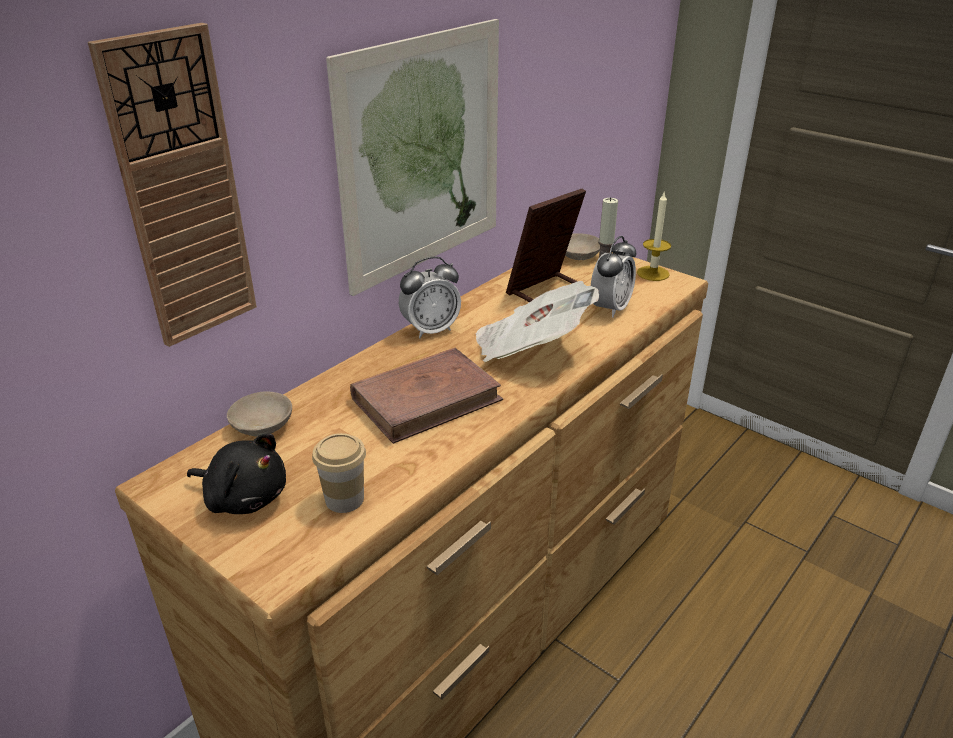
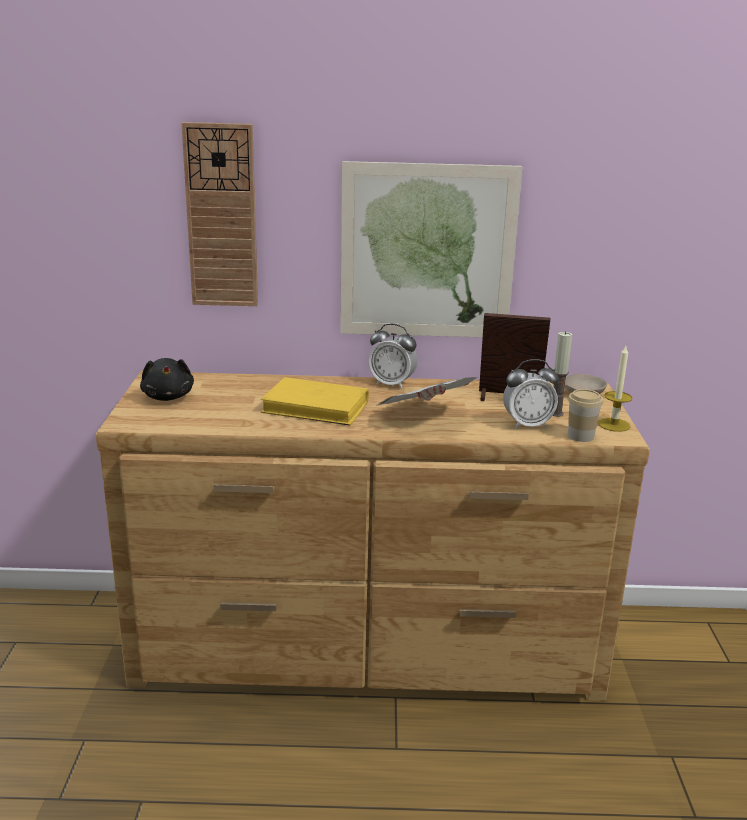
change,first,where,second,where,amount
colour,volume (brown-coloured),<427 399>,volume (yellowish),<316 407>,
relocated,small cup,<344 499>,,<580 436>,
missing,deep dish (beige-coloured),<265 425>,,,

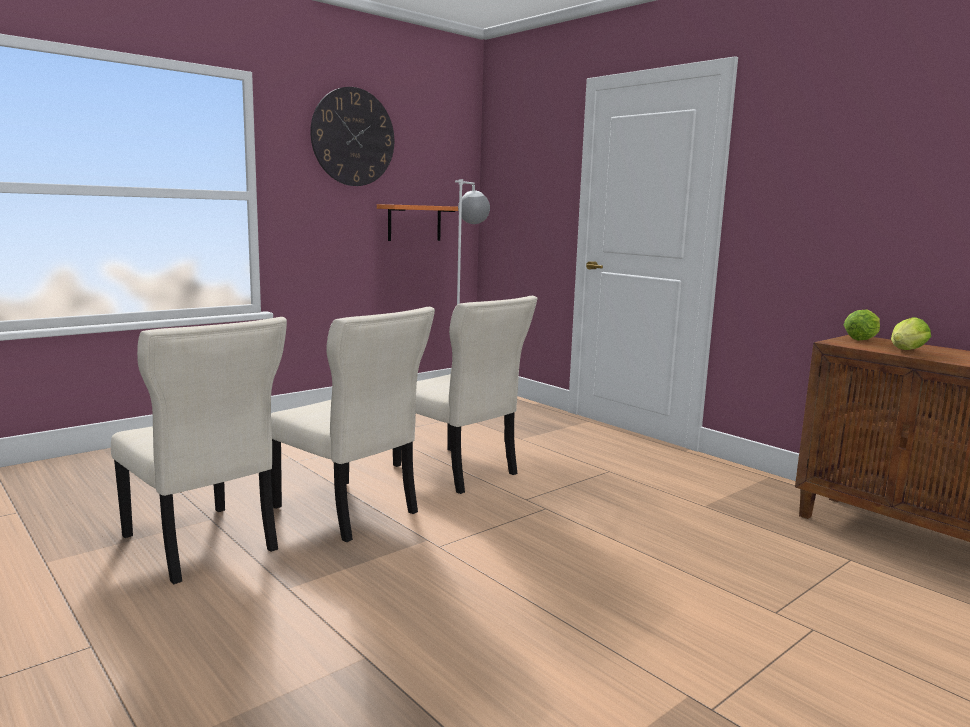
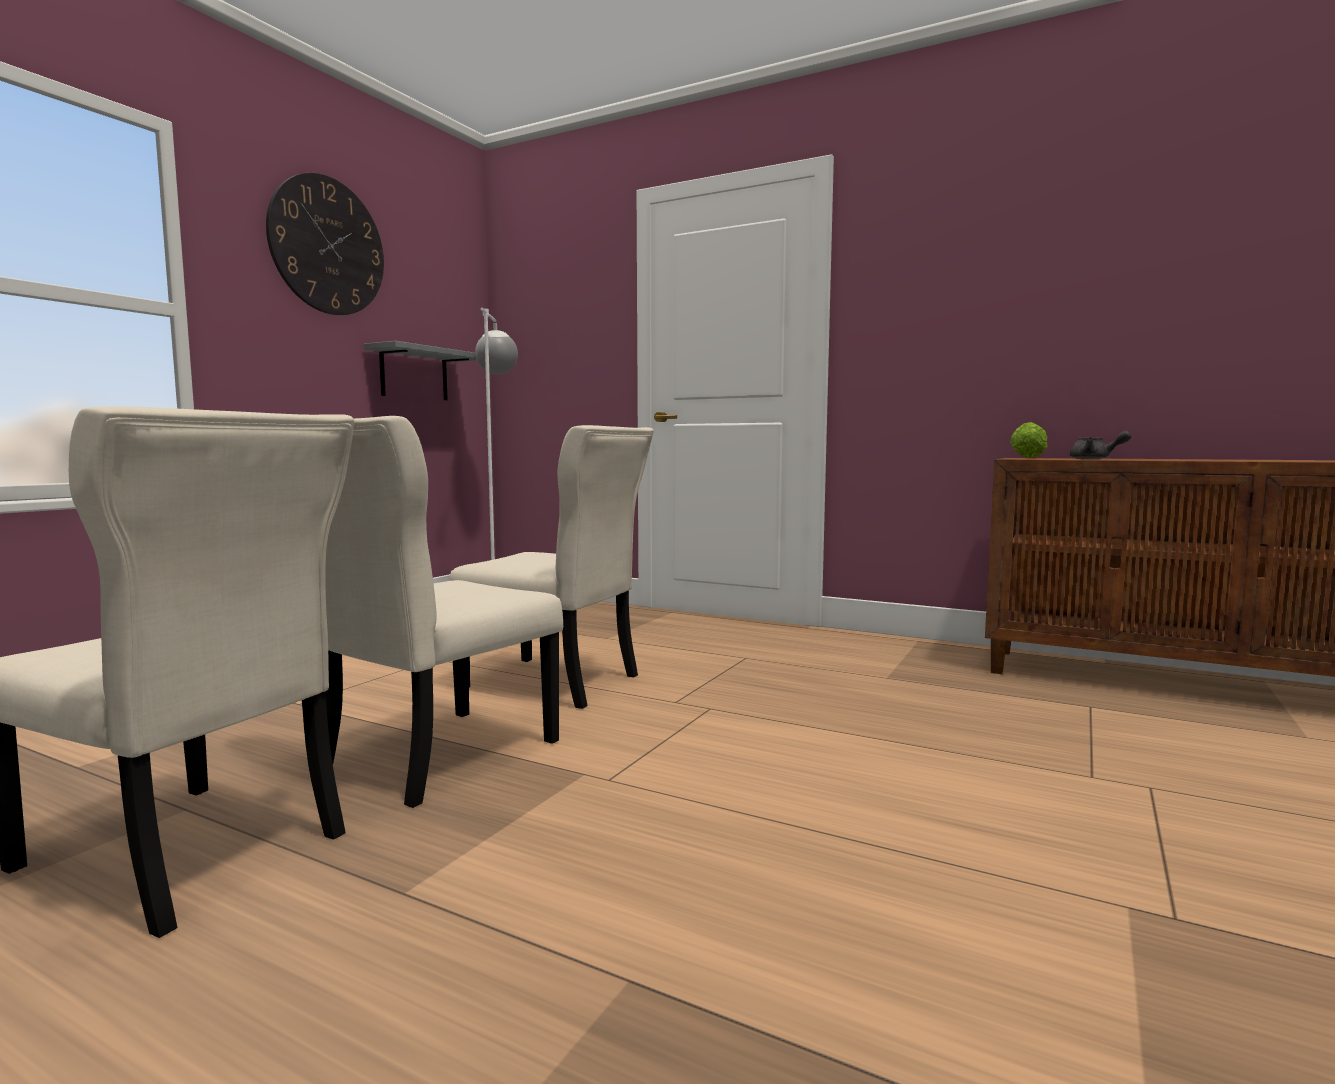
change,first,where,second,where,amount
spun,upright chair (beige-coloured),<348 512>,,<432 757>,105 degrees clockwise
colour,shelf (orange-coloured),<414 223>,shelf (grey),<414 374>,
exchanged,head of lettuce,<905 351>,pot for tea (grey),<1095 459>,

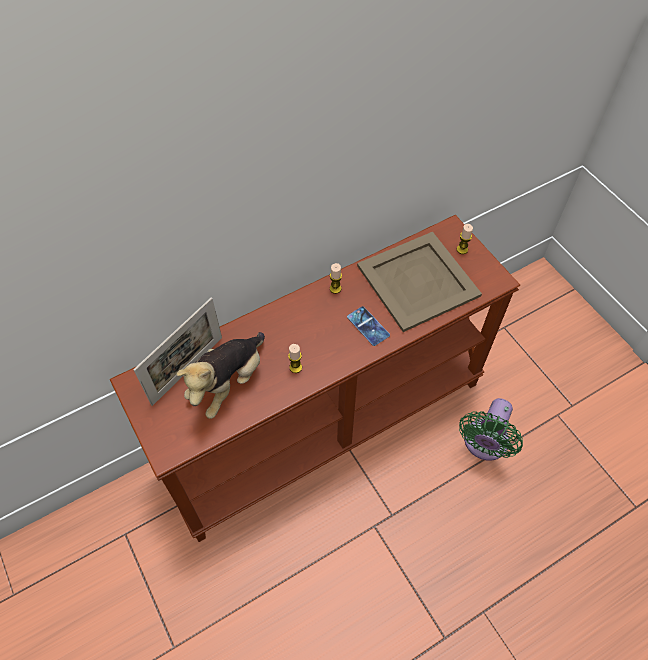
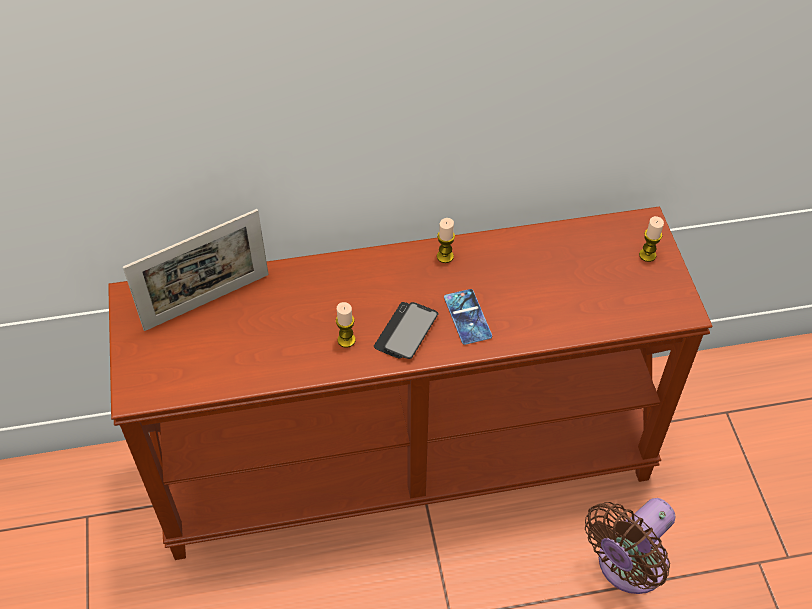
change,first,where,second,where,amount
appeared,,,phone,<406 331>,
colour,cooling fan (greenish),<484 444>,cooling fan (brown-coloured),<627 566>,
missing,soft toy,<228 383>,,,
missing,tray (beige-coloured),<418 280>,,,

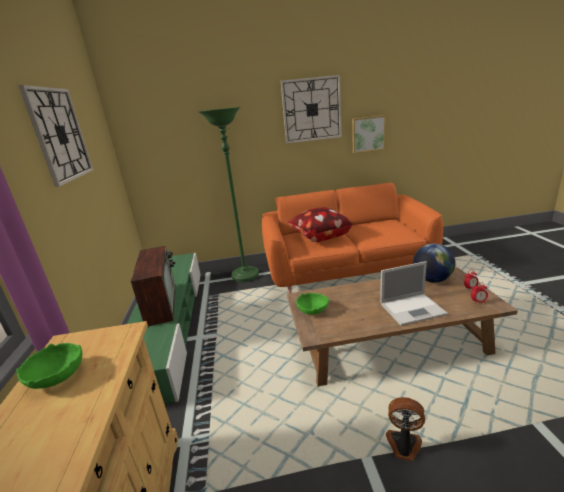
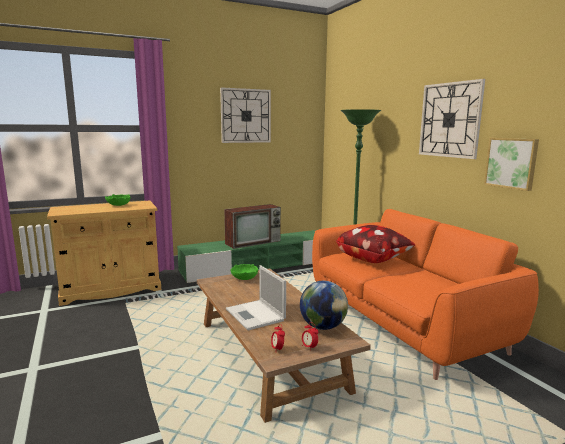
change,first,where,second,where,amount
missing,cooling fan,<403 446>,,,

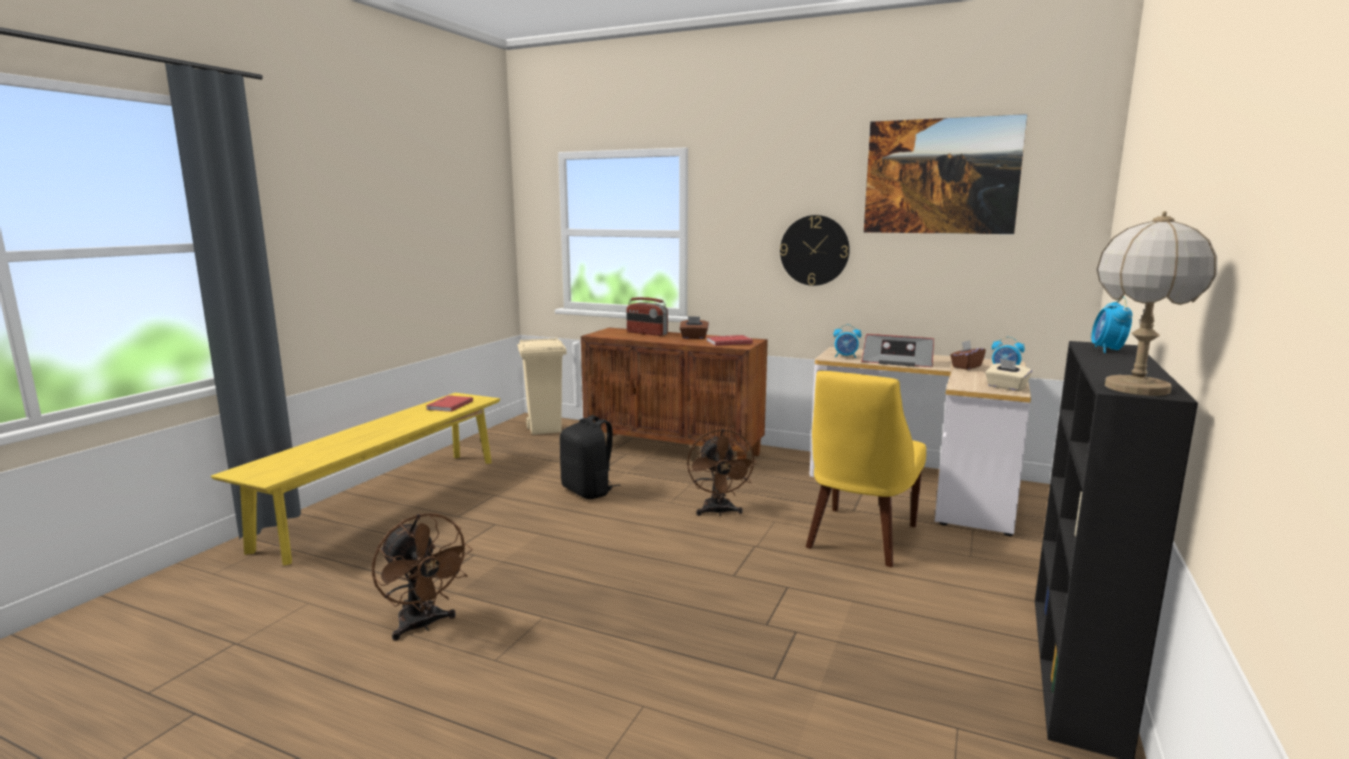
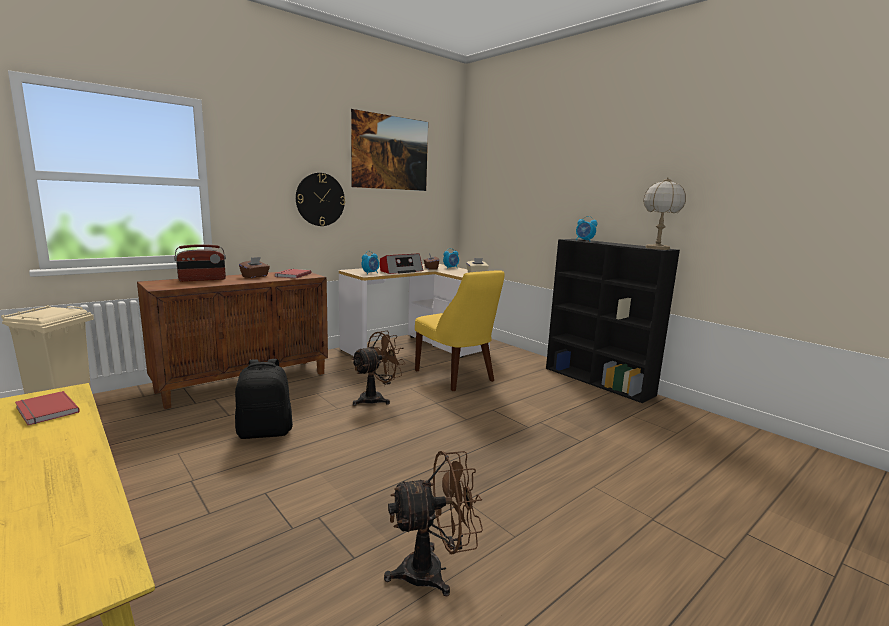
change,first,where,second,where,amount
spun,cooling fan (brown-coloured),<718 512>,,<376 398>,60 degrees counterclockwise

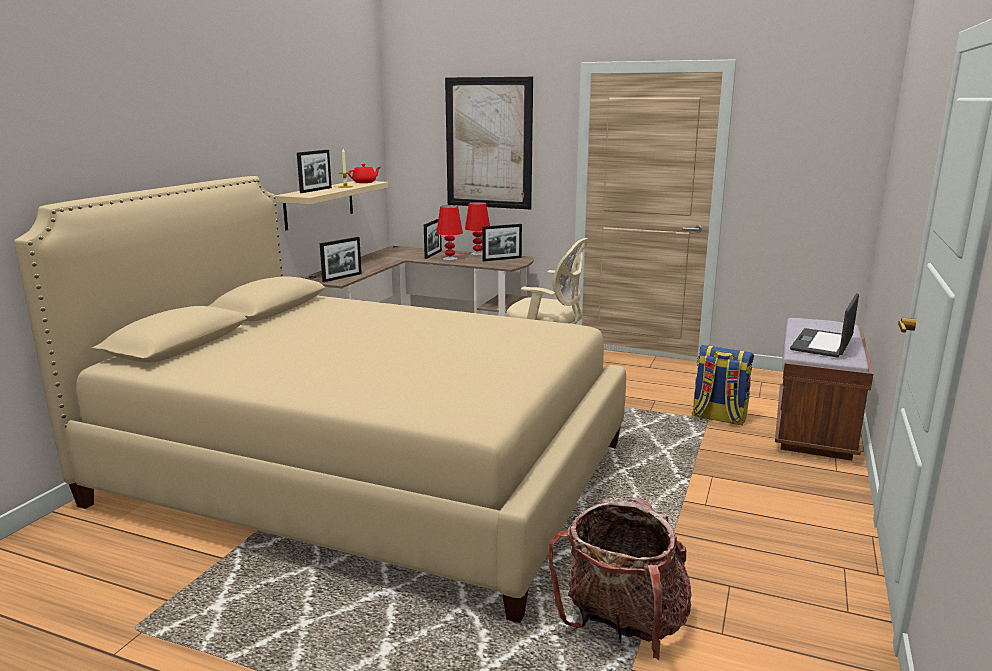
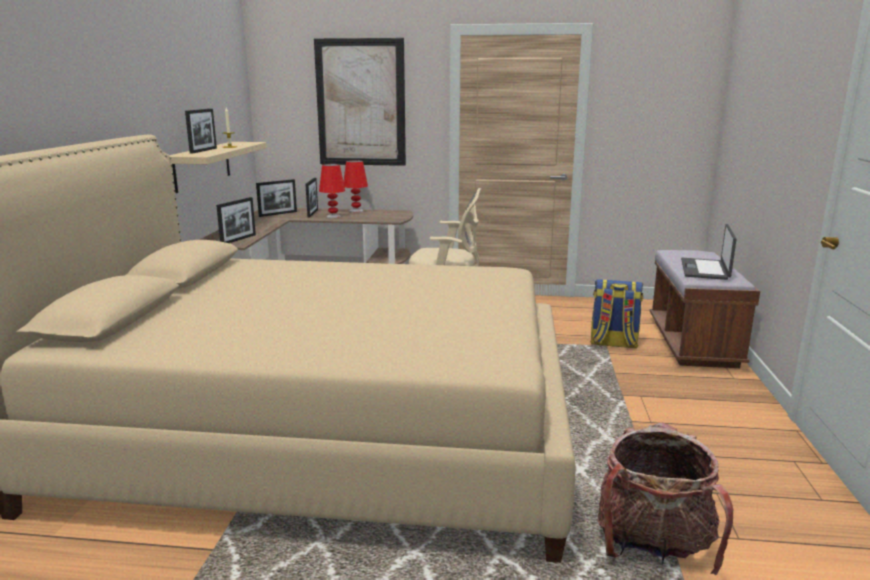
change,first,where,second,where,amount
relocated,photo frame,<502 259>,,<278 214>,
missing,pot for tea (reddish),<365 182>,,,

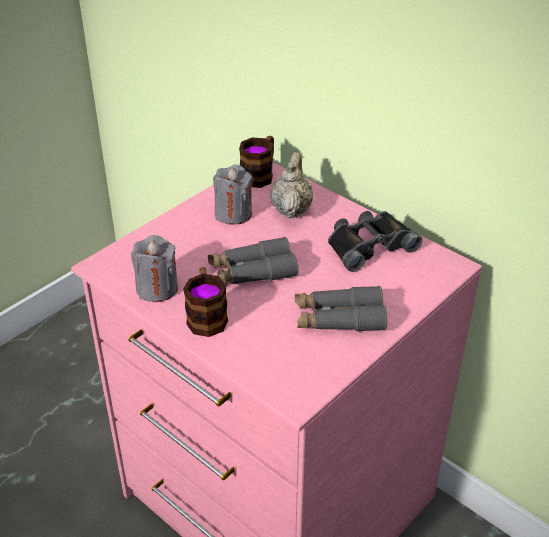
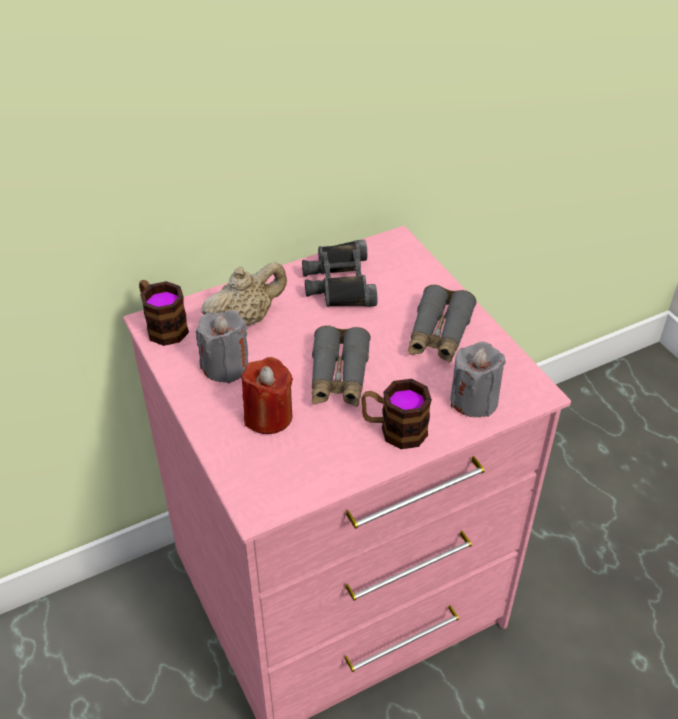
change,first,where,second,where,amount
spun,pot for tea (beige-coloured),<291 209>,,<246 319>,120 degrees clockwise
appeared,,,wax candle (reddish),<268 416>,
relocated,wax candle (grey),<157 288>,,<474 400>,

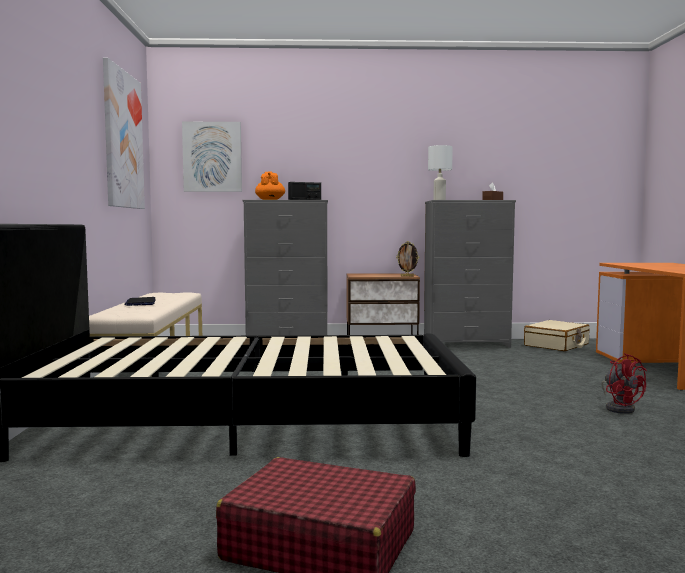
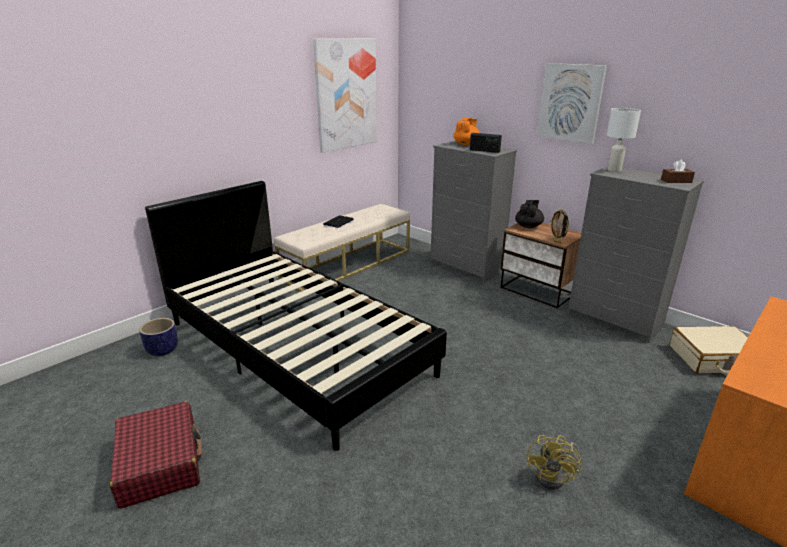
change,first,where,second,where,amount
appeared,,,flower pot,<163 350>,
appeared,,,pot for tea (black-coloured),<528 226>,
colour,cooling fan (reddish),<620 408>,cooling fan (yellowish),<555 477>,
relocated,wall picture,<212 157>,,<570 102>,

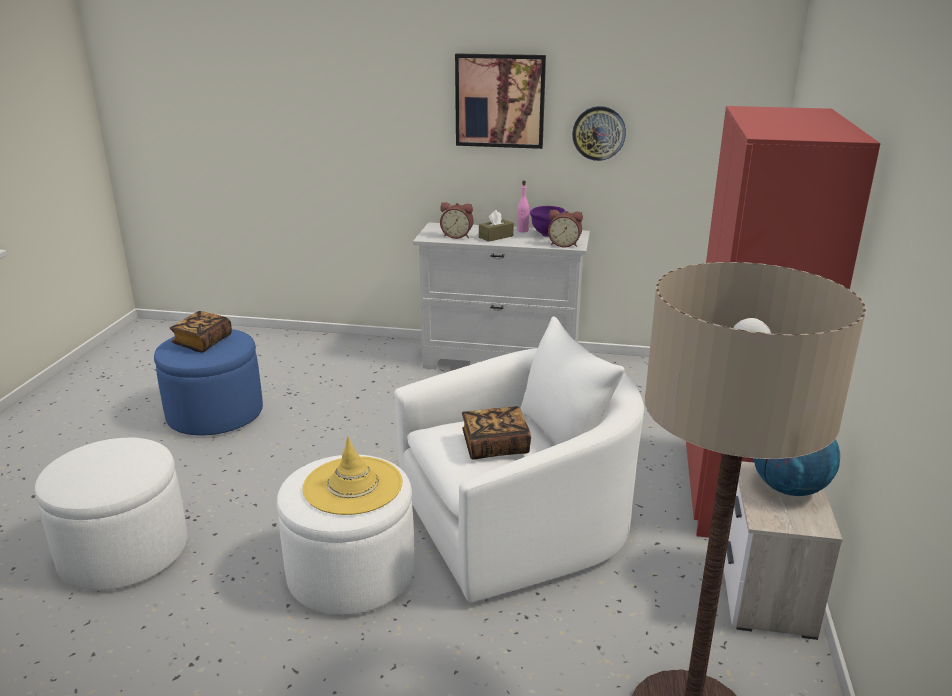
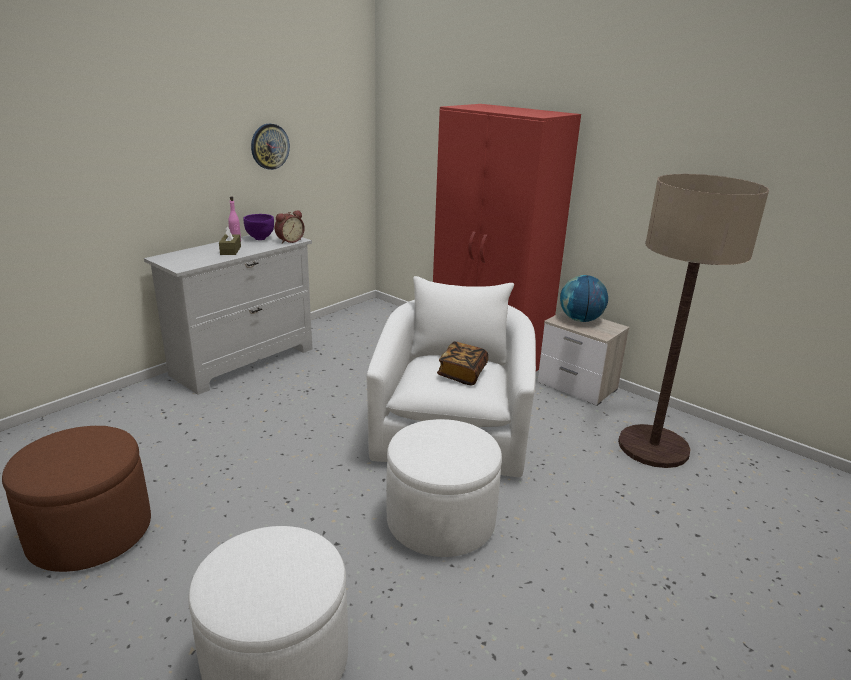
change,first,where,second,where,amount
colour,pouffe (bluish),<215 414>,pouffe (brown-coloured),<90 532>,
missing,volume,<203 342>,,,
missing,wearable hat (yellowish),<353 486>,,,
missing,bedside clock,<457 236>,,,
missing,wall picture,<500 101>,,,

